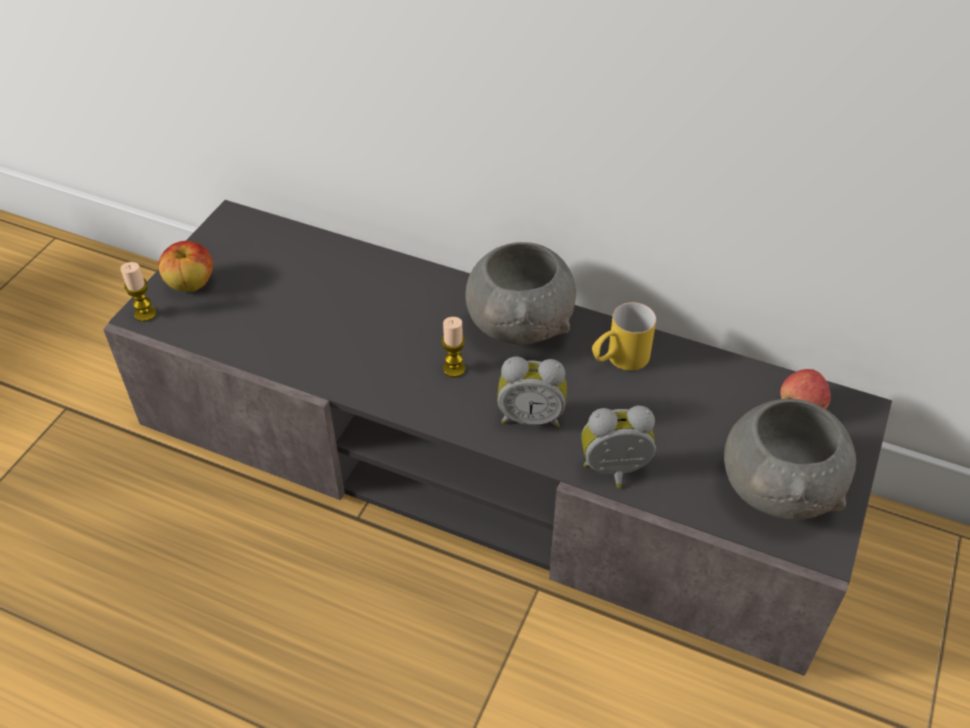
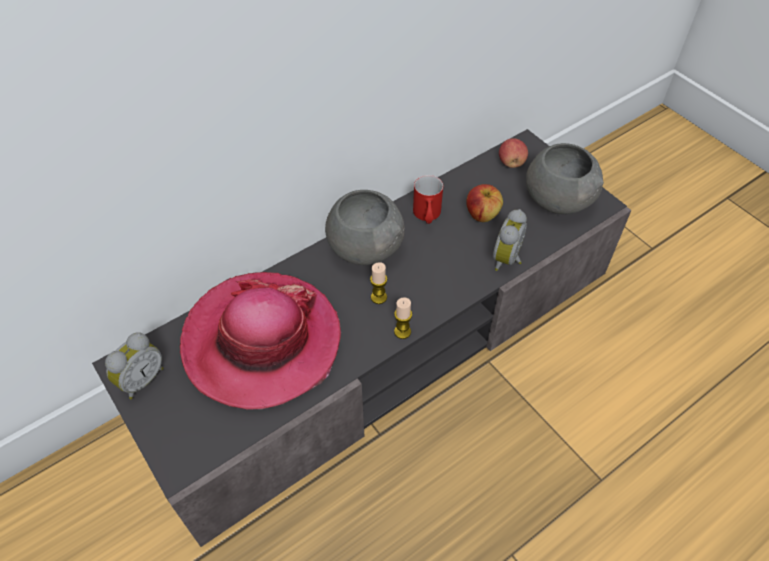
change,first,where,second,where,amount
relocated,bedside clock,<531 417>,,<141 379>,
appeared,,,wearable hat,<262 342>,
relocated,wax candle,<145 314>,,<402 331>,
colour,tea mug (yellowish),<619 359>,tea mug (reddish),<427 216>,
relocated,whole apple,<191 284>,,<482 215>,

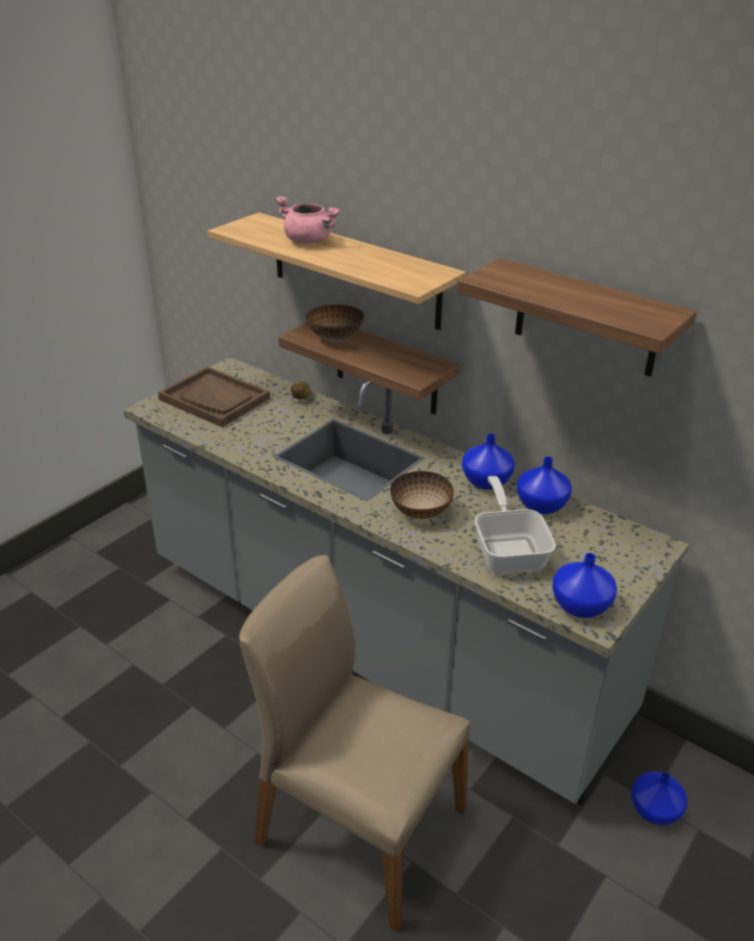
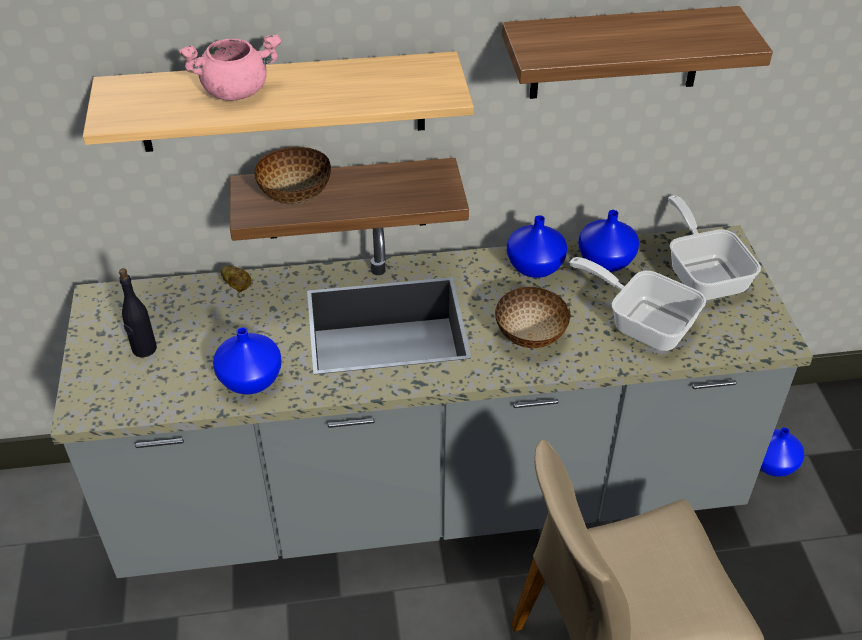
change,first,where,second,where,amount
exchanged,tray (brown-coloured),<215 399>,beverage bottle (black-coloured),<144 349>,
relocated,decorative vase (bluish),<579 605>,,<249 380>,
appeared,,,pan,<703 274>,

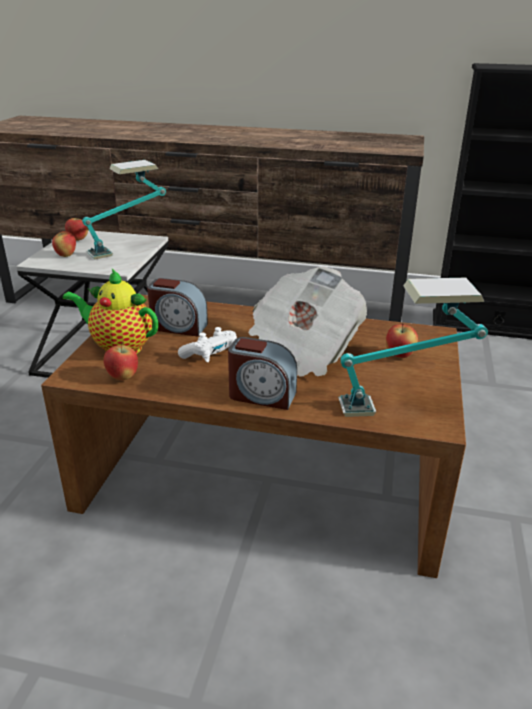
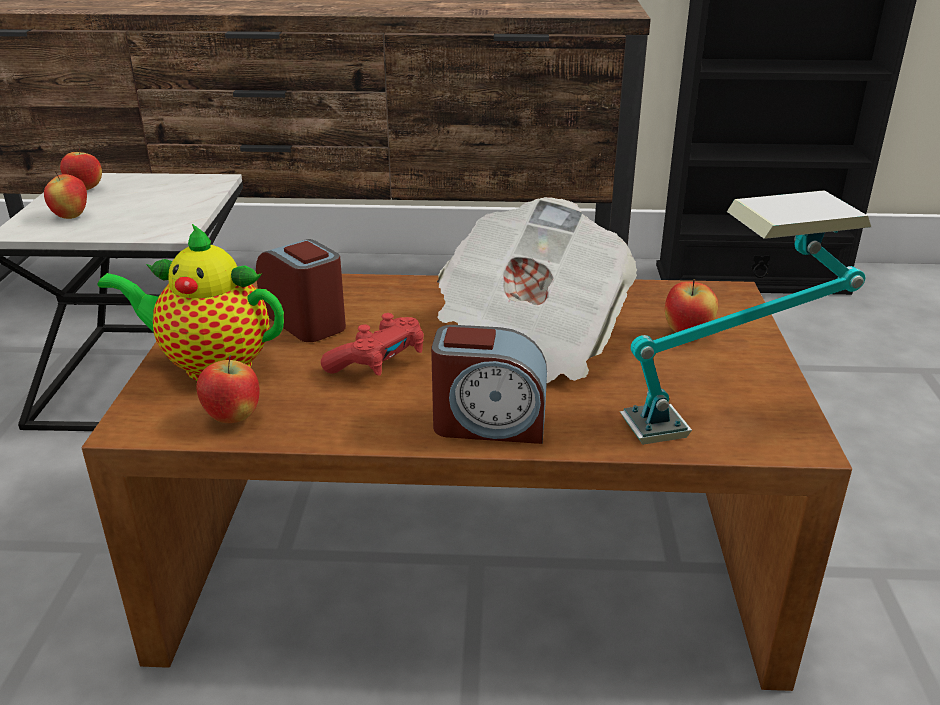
change,first,where,second,where,amount
spun,bedside clock,<178 327>,,<305 320>,135 degrees counterclockwise
colour,joypad (white-coloured),<211 355>,joypad (reddish),<378 363>,
missing,table lamp,<129 249>,,,

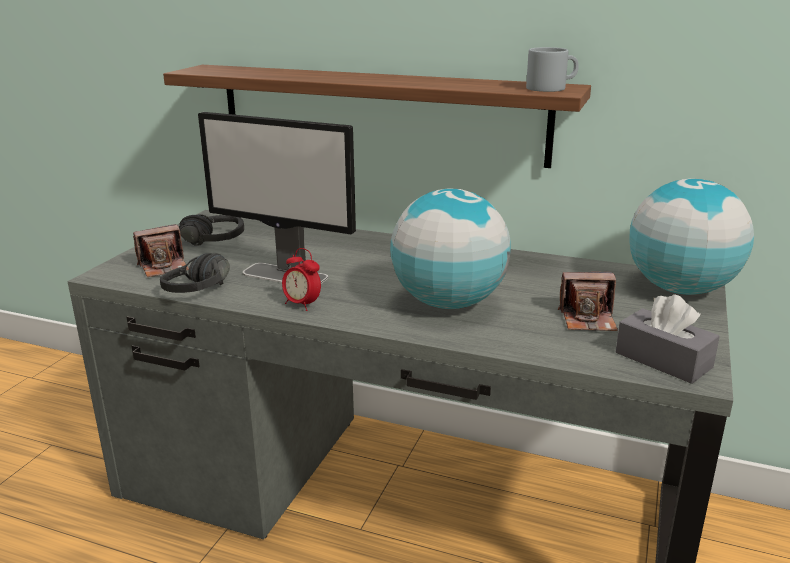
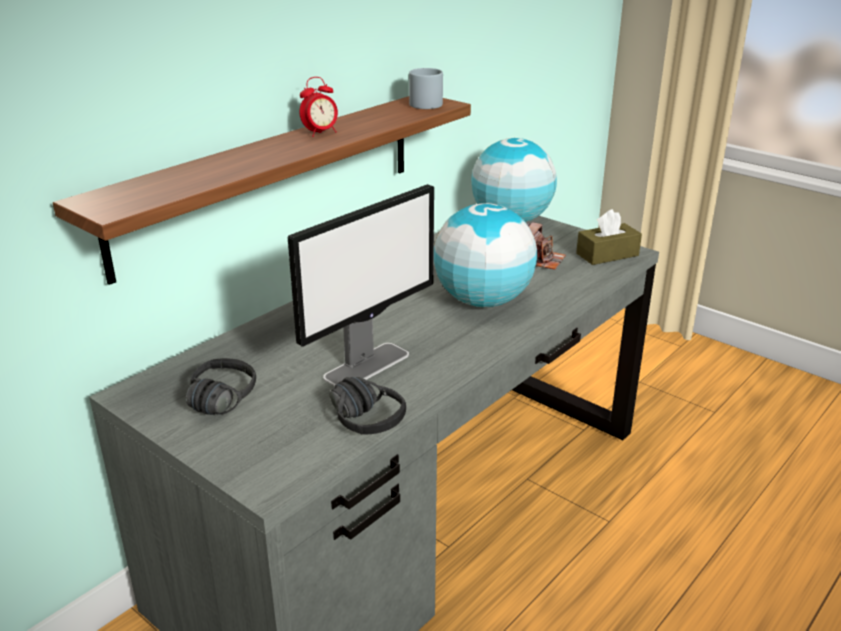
change,first,where,second,where,amount
relocated,bedside clock,<302 305>,,<320 133>,
colour,tissue box (grey),<663 360>,tissue box (brown-coloured),<607 254>,
missing,photo camera,<164 267>,,,

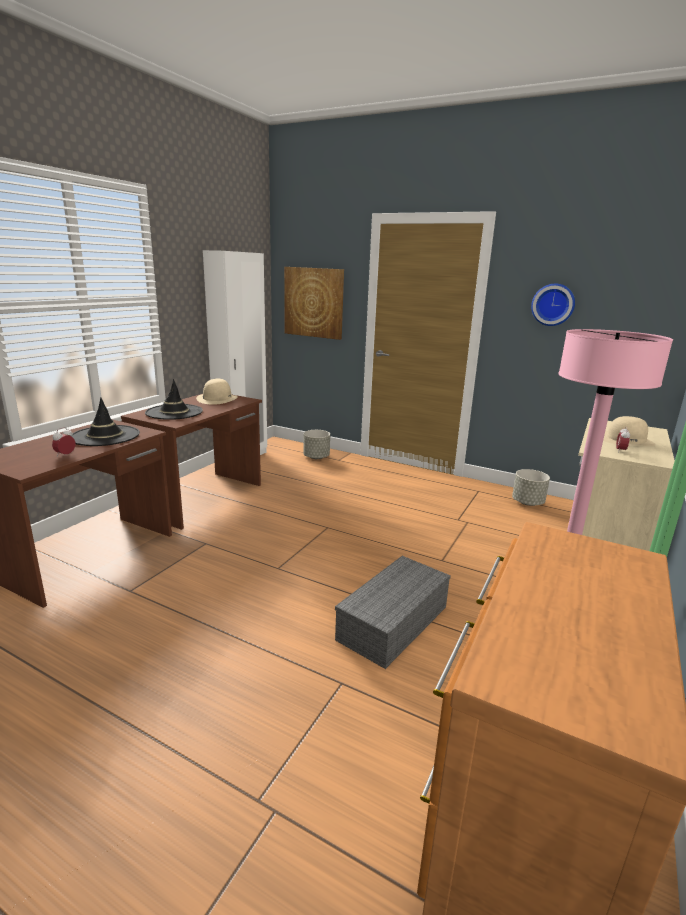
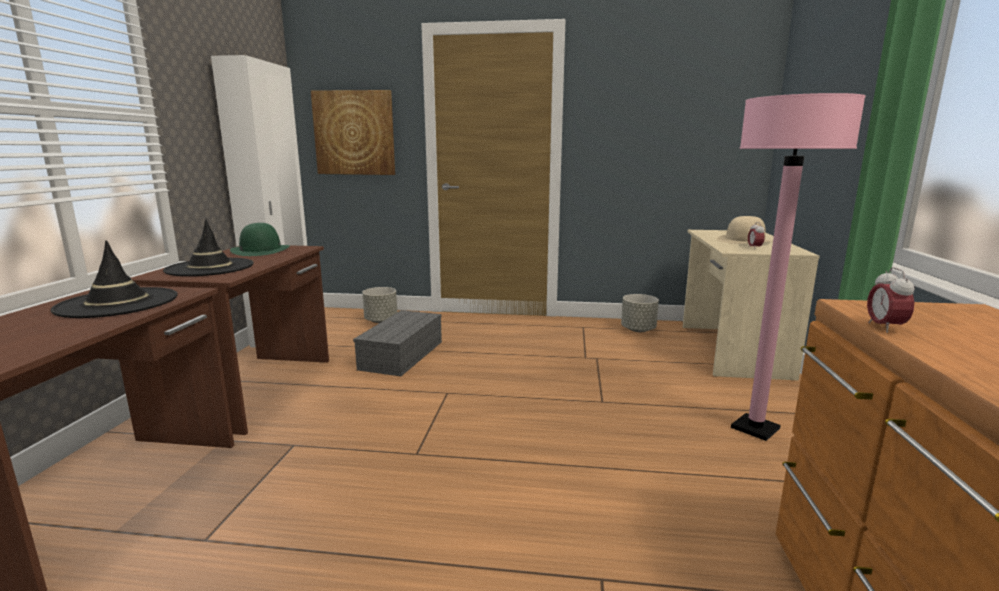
change,first,where,second,where,amount
colour,wearable hat (beige-coloured),<217 399>,wearable hat (greenish),<260 250>,
relocated,storage container (grey),<393 624>,,<402 356>,
relocated,bedside clock,<65 455>,,<884 328>,
missing,clock on the wall,<553 304>,,,

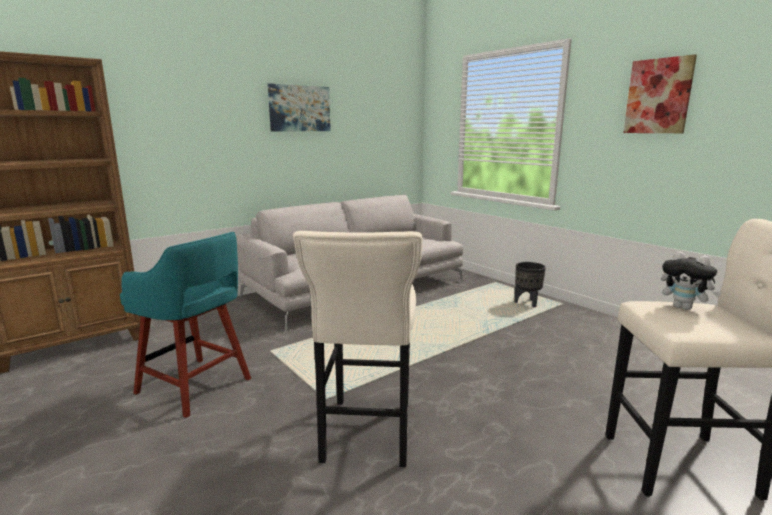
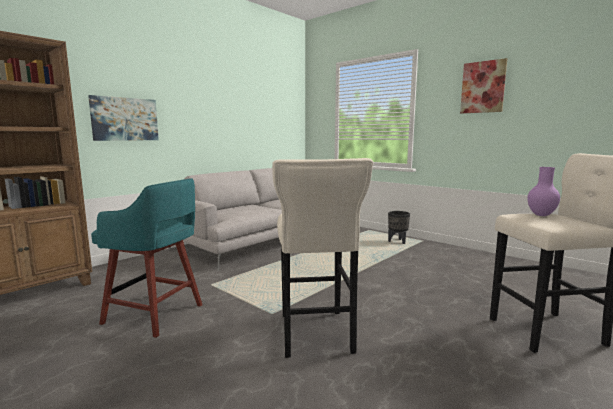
change,first,where,second,where,amount
relocated,wall picture,<299 108>,,<125 119>,
exchanged,soft toy,<684 308>,decorative vase (purplish),<541 215>,

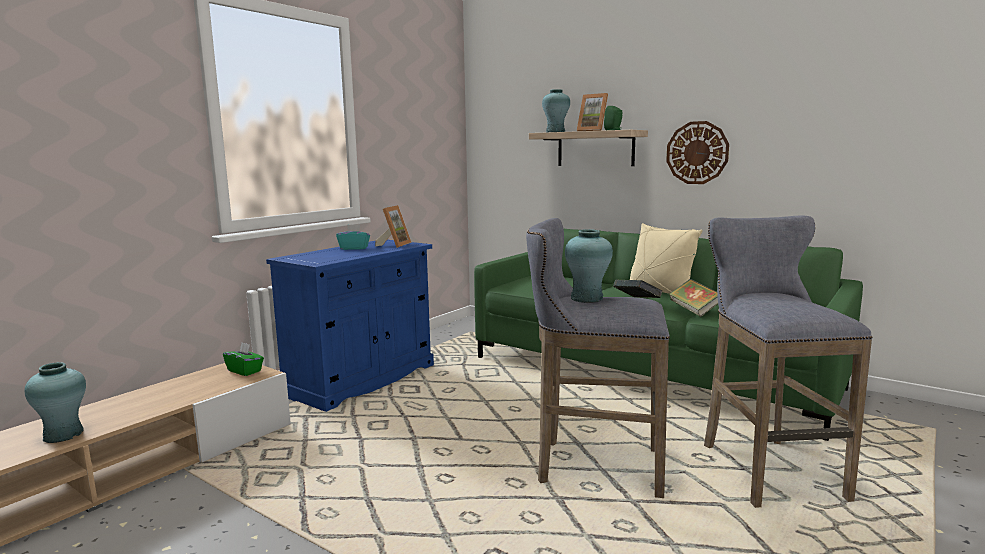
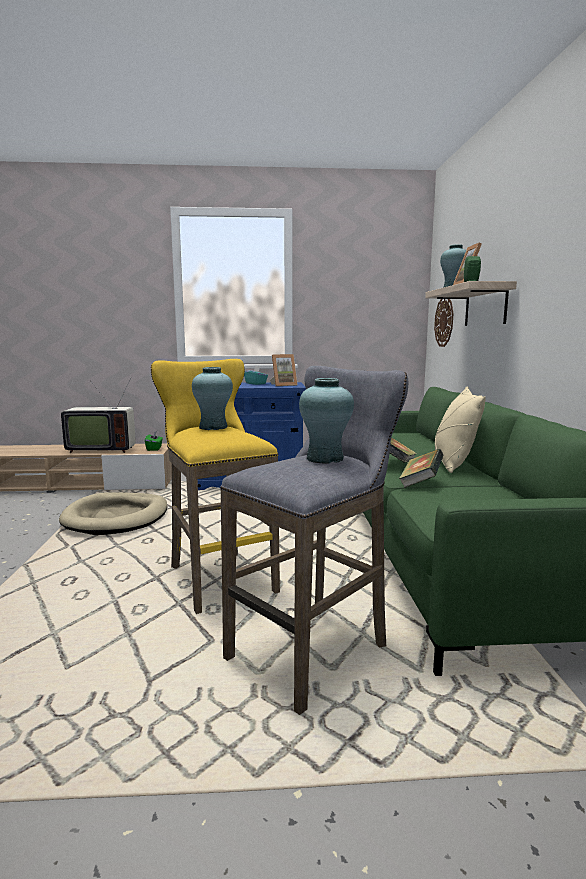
change,first,where,second,where,amount
appeared,,,pet bed (beige-coloured),<116 517>,
appeared,,,TV set,<101 449>,
colour,sitting stool (grey),<593 467>,sitting stool (yellowish),<218 577>,
relocated,decorative vase (turquoise),<63 434>,,<325 458>,
relocated,clock on the wall,<697 153>,,<444 321>,

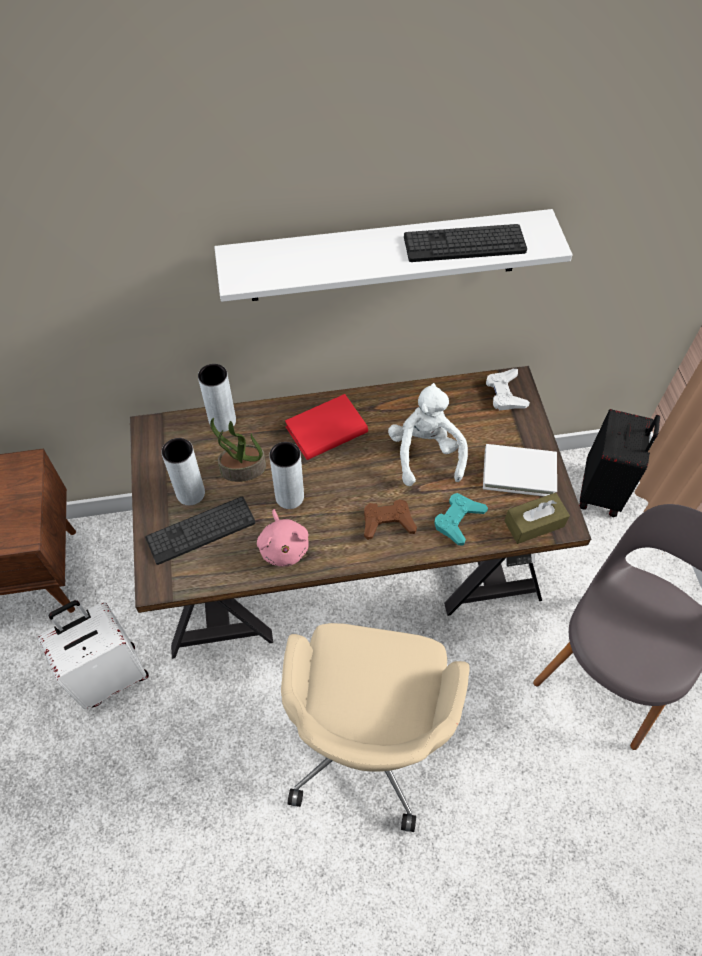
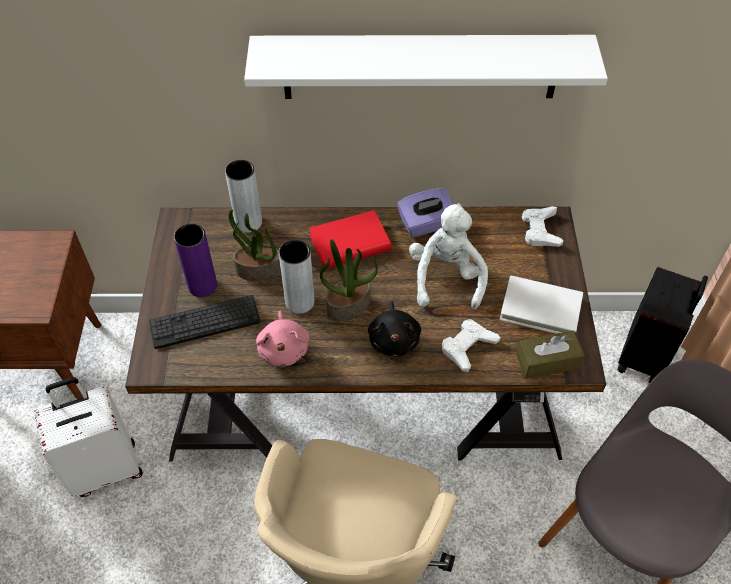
change,first,where,second,where,amount
colour,decorative vase (grey),<190 493>,decorative vase (purplish),<202 286>,
appeared,,,potted plant,<348 305>,
exchanged,joypad (brown-coloured),<387 522>,soft toy (black-coloured),<394 339>,
appeared,,,tissue box (purplish),<426 224>,
colour,joypad (turquoise),<458 520>,joypad (white-coloured),<468 347>,
missing,keyboard,<464 244>,,,

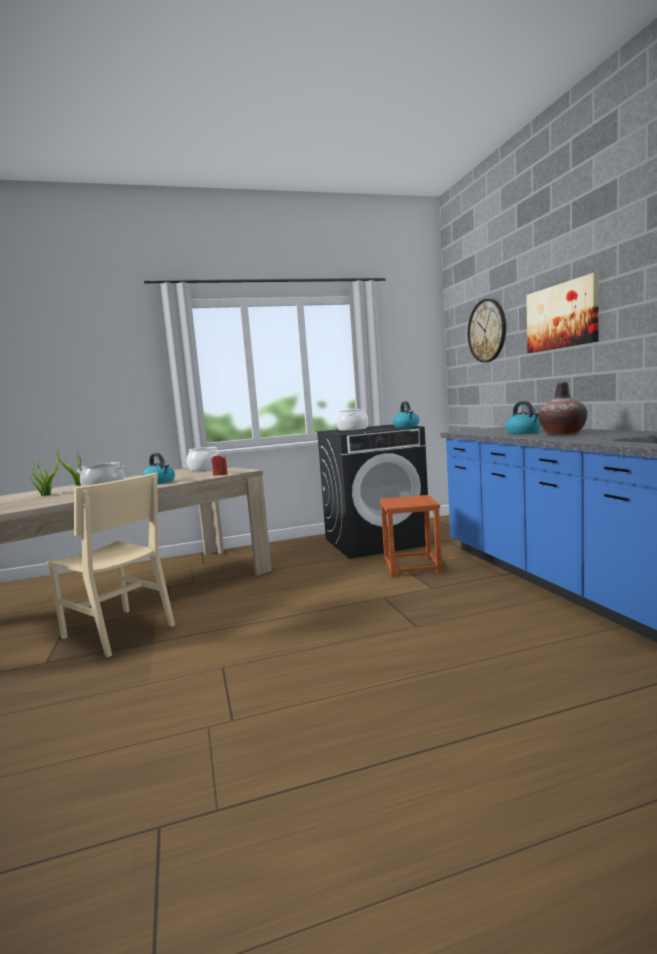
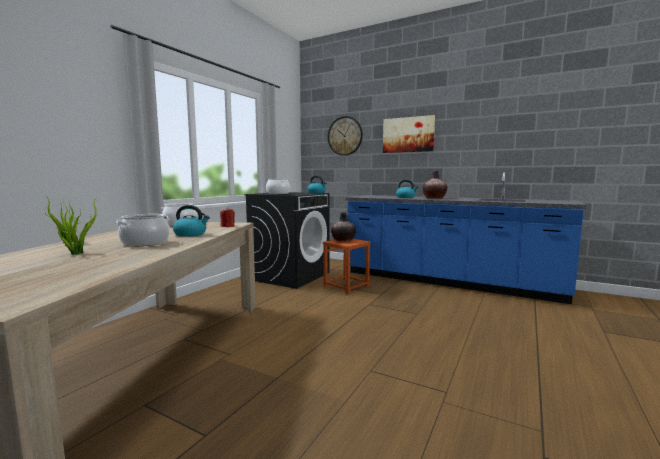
change,first,where,second,where,amount
appeared,,,decorative vase,<343 240>,
missing,upright chair (beige-coloured),<118 631>,,,

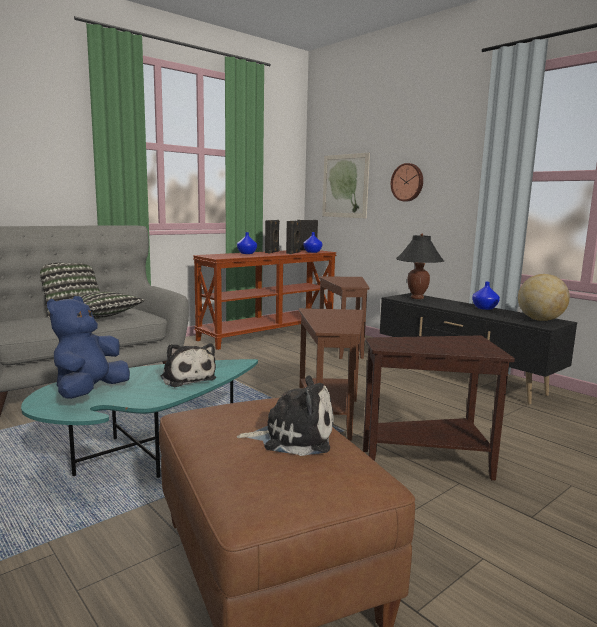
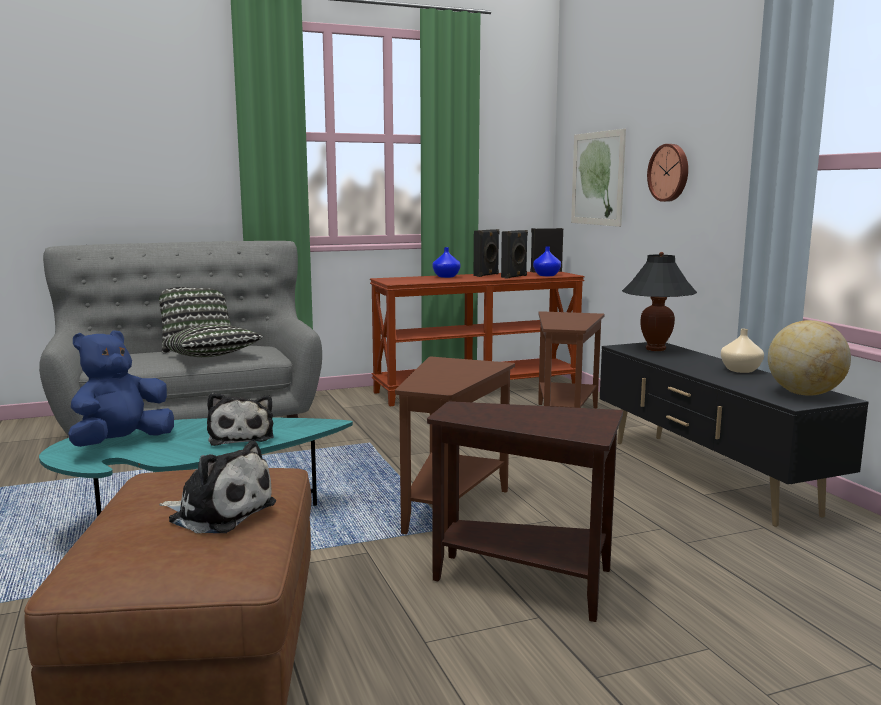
change,first,where,second,where,amount
colour,decorative vase (bluish),<485 308>,decorative vase (beige-coloured),<740 370>,

